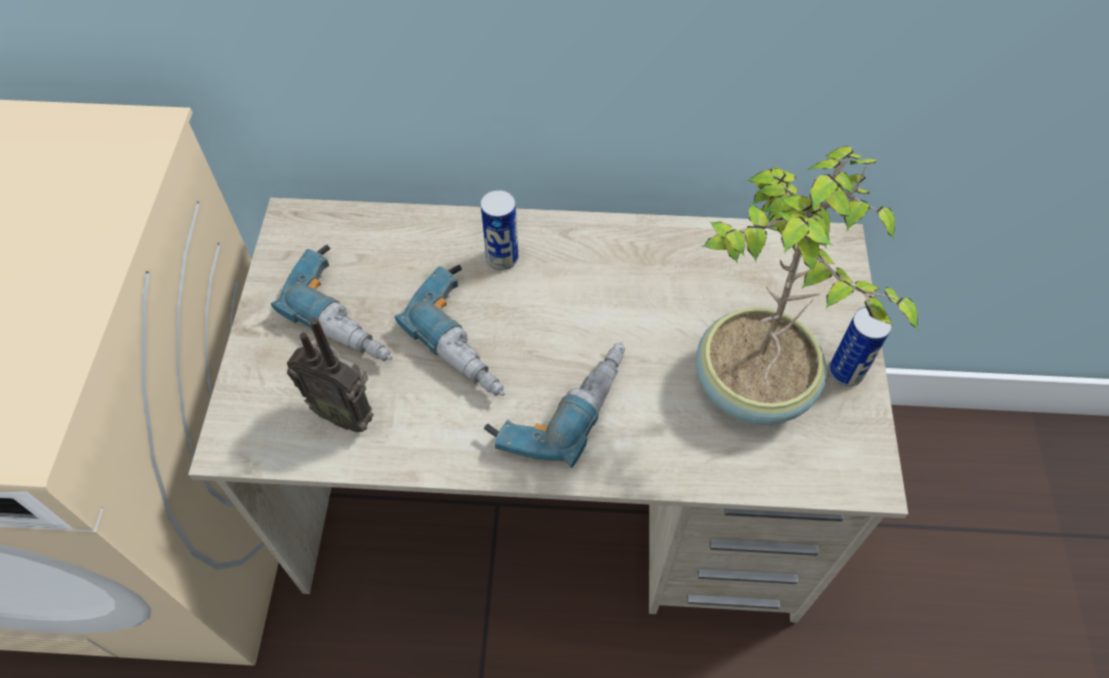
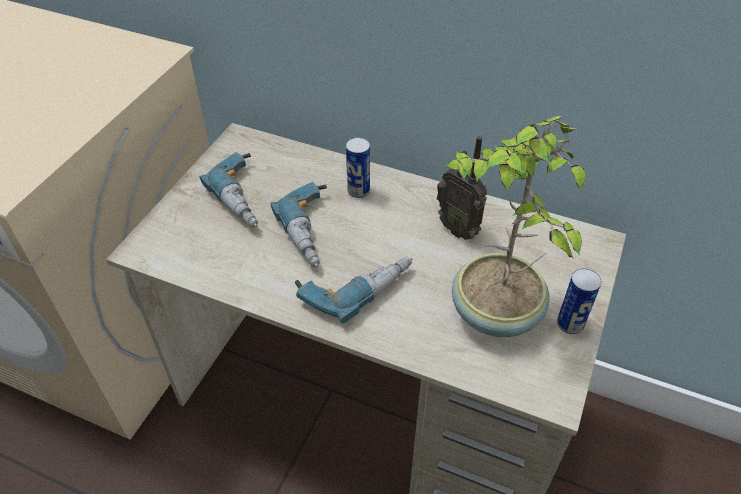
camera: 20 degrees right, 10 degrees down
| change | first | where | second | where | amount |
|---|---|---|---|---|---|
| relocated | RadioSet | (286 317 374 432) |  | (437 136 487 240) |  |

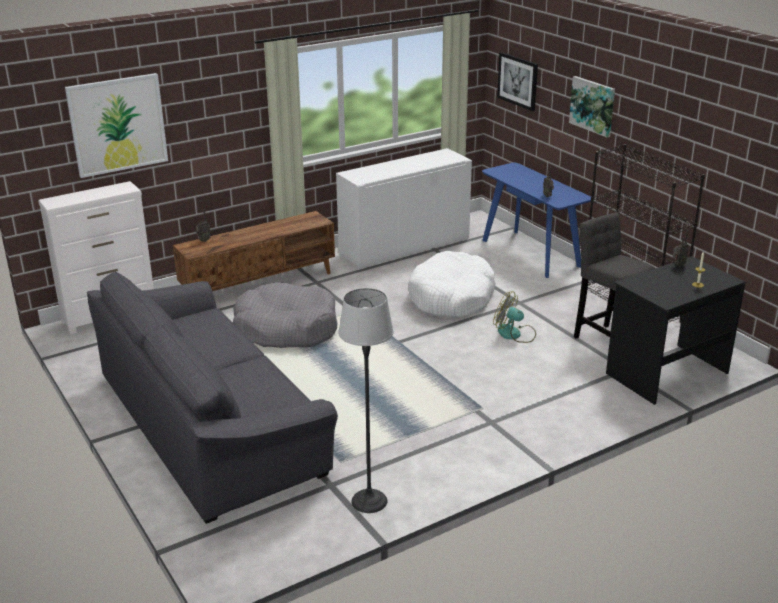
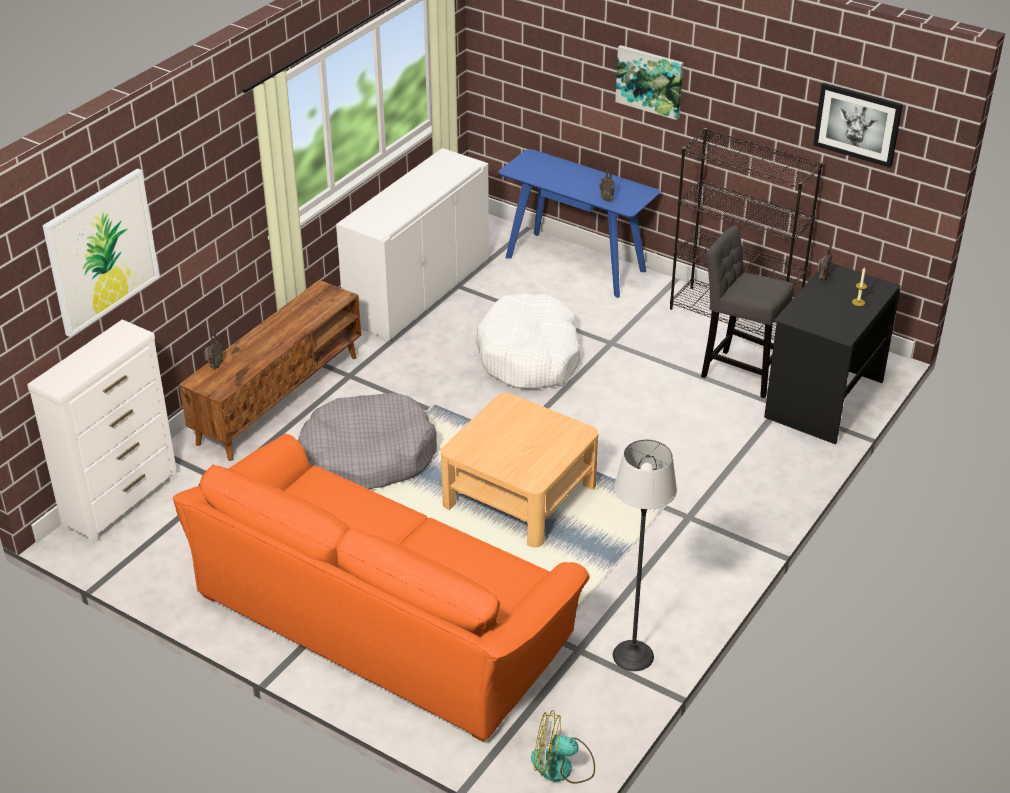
camera: 25 degrees left, 10 degrees up
| change | first | where | second | where | amount |
|---|---|---|---|---|---|
| colour | GrayCouch | (87 271 338 524) | OrangeColouredCouch | (173 434 590 742) |  |
| appeared |  |  | SandColouredLowTable | (441 393 599 548) |  |
| relocated | CoolingFan | (493 292 536 343) |  | (531 710 595 784) |  |
| relocated | WallPicture | (497 52 538 111) |  | (813 83 903 168) |  |

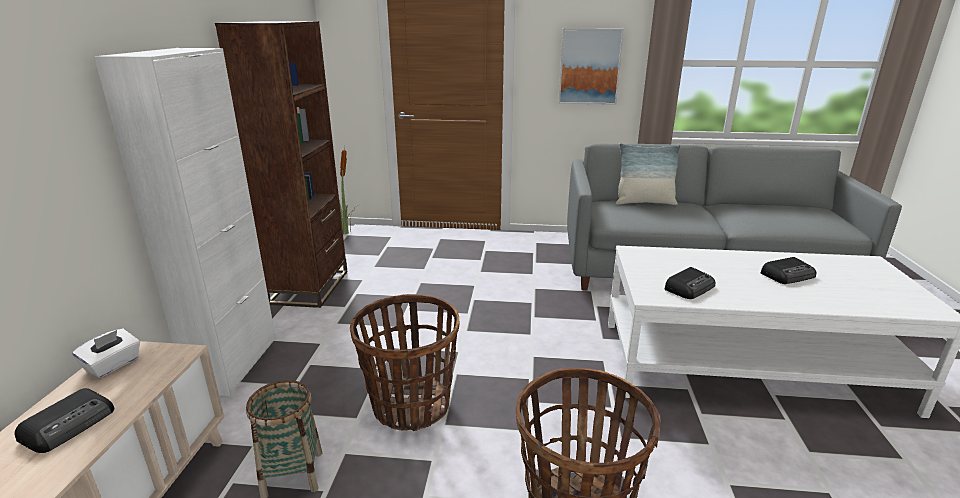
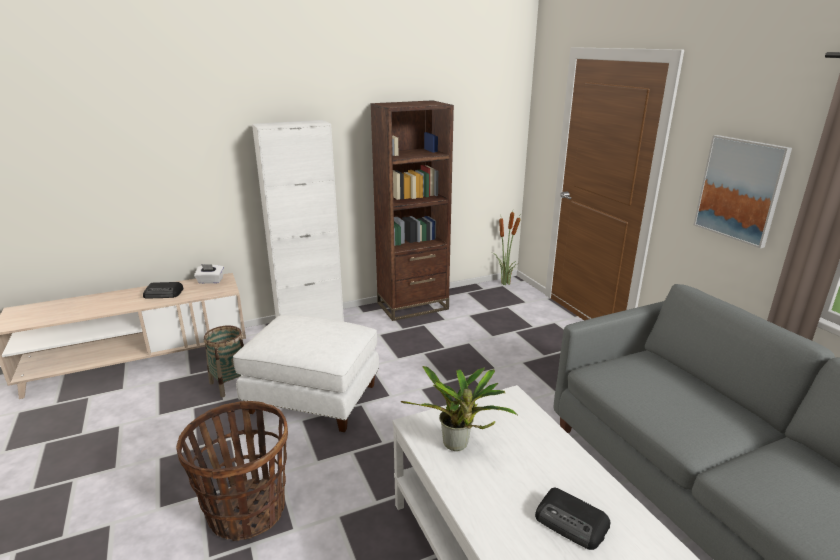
camera: 60 degrees right, 0 degrees up
| change | first | where | second | where | amount |
|---|---|---|---|---|---|
| exchanged | Basket | (350 294 459 431) | WhiteOttoman | (233 315 379 432) |  |
| exchanged | RadioSet | (665 267 715 299) | PlantInAPot | (401 366 518 451) |  |
| missing | ThrowPillow | (616 143 680 205) |  |  |  |

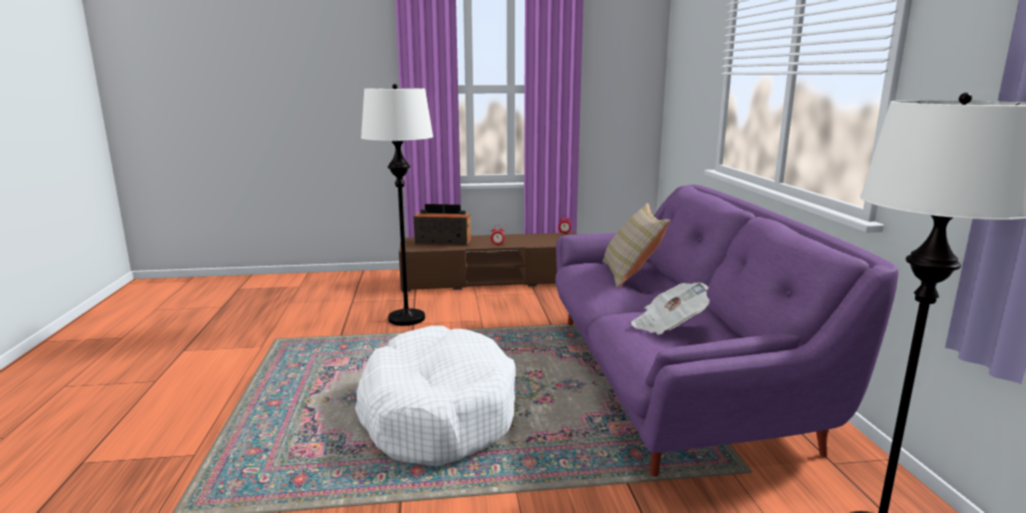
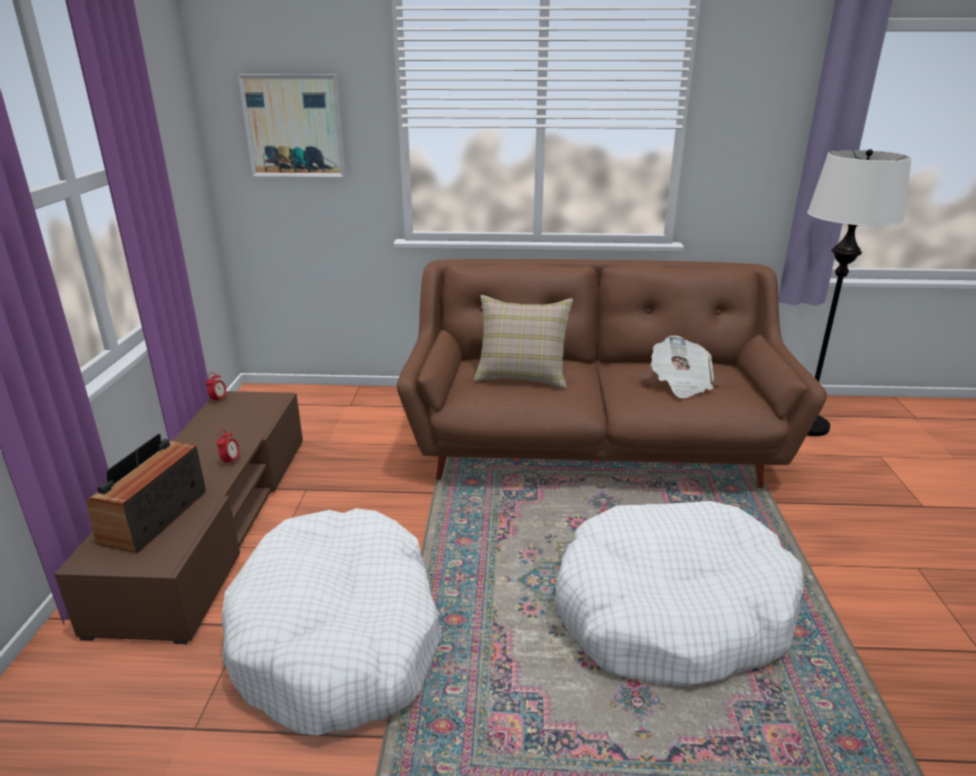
camera: 80 degrees left, 10 degrees up
| change | first | where | second | where | amount |
|---|---|---|---|---|---|
| exchanged | WhiteFloorLamp | (361 84 433 326) | WhiteDogCushion | (222 508 442 736) |  |
| appeared |  |  | WallPicture | (238 74 346 177) |  |
| colour | PurplishCouch | (555 185 899 477) | BrownColouredCouch | (397 259 827 488) |  |

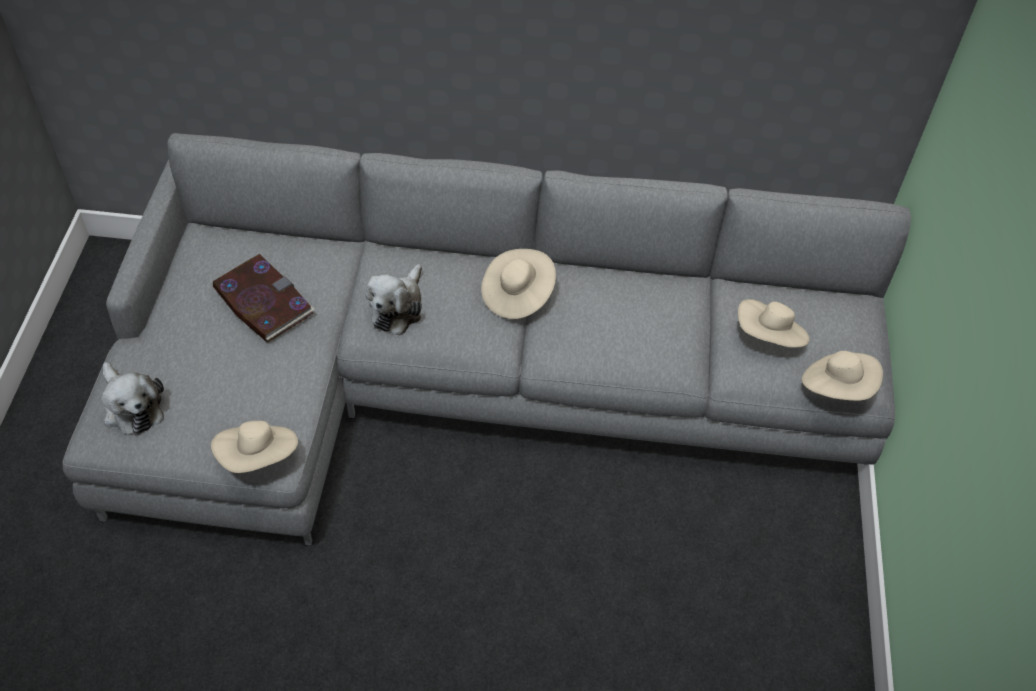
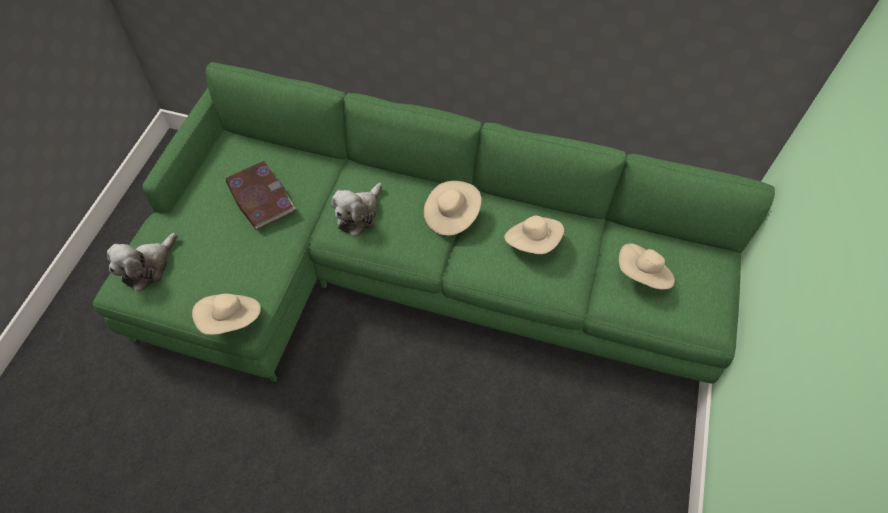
camera: 10 degrees right, 5 degrees up
| change | first | where | second | where | amount |
|---|---|---|---|---|---|
| colour | GrayCouch | (63 133 911 546) | GreenishCouch | (93 62 775 384) |  |
| spun | PlushToy | (101 362 164 436) |  | (107 233 177 292) | 60 degrees clockwise |
| relocated | SandColouredHat | (802 351 883 401) |  | (504 216 564 254) |  |

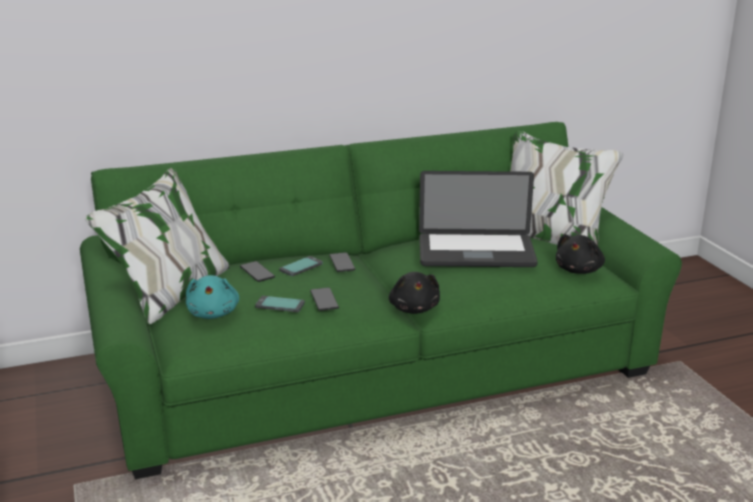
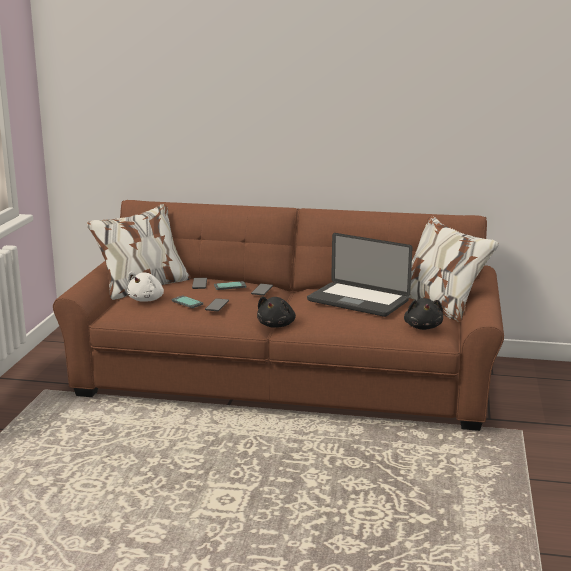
camera: 30 degrees right, 5 degrees down
| change | first | where | second | where | amount |
|---|---|---|---|---|---|
| colour | GreenishCouch | (80 122 682 479) | BrownColouredCouch | (53 200 504 431) |  |
| colour | BlueGreenPlushToy | (186 275 239 319) | WhitePlushToy | (127 272 164 302) |  |
| spun | BlackPlushToy | (556 234 605 274) |  | (404 298 443 330) | 60 degrees counterclockwise |

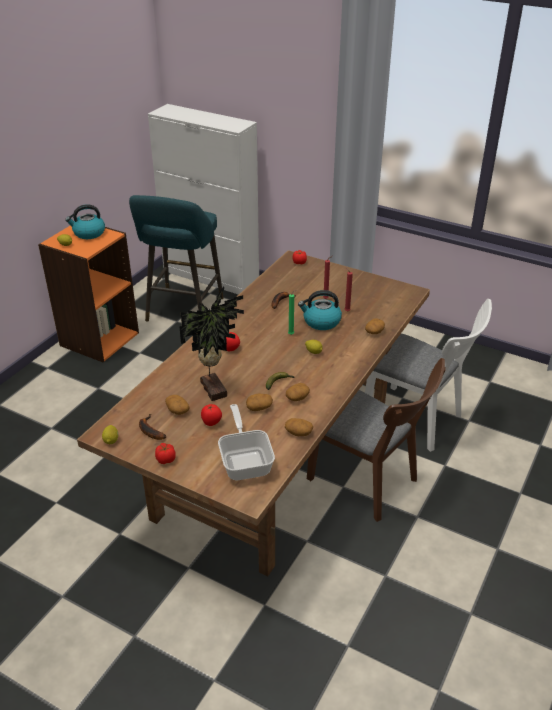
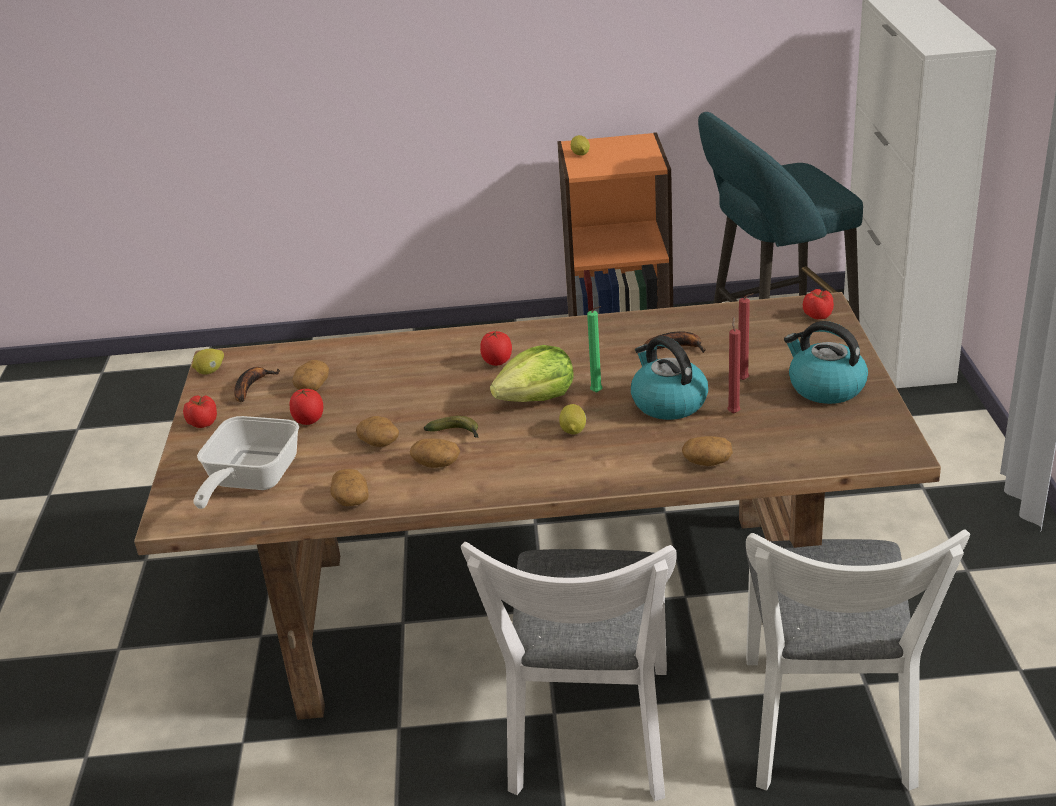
camera: 60 degrees right, 5 degrees down
| change | first | where | second | where | amount |
|---|---|---|---|---|---|
| spun | Skillet | (218 404 275 480) |  | (193 416 299 509) | 150 degrees clockwise |
| colour | BrownColouredUprightChair | (307 358 446 522) | WhiteUprightChair | (461 542 677 801) |  |
| appeared |  |  | LettuceHead | (490 345 574 402) |  |
| relocated | TeaKettle | (65 204 105 239) |  | (784 321 868 404) |  |
| missing | PlantInAPot | (180 286 244 401) |  |  |  |

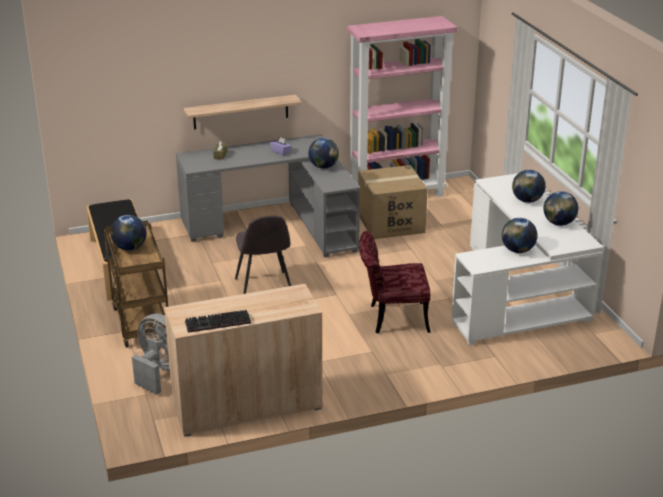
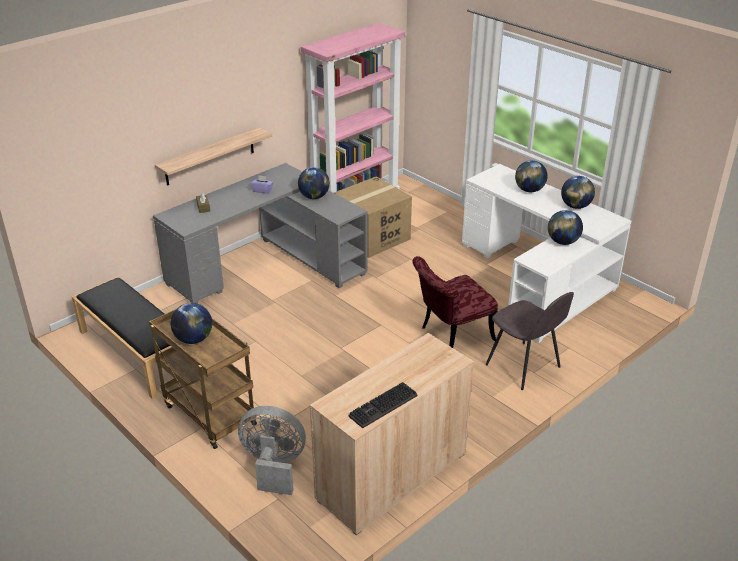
camera: 25 degrees left, 5 degrees up
| change | first | where | second | where | amount |
|---|---|---|---|---|---|
| relocated | GrayUprightChair | (235 216 291 294) |  | (486 292 574 390) |  |

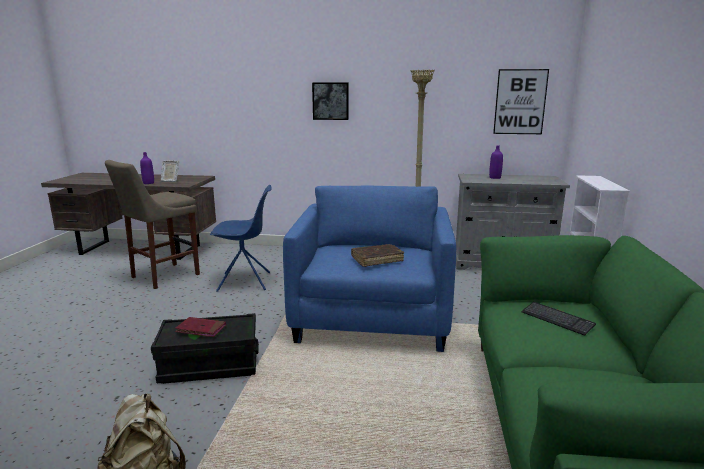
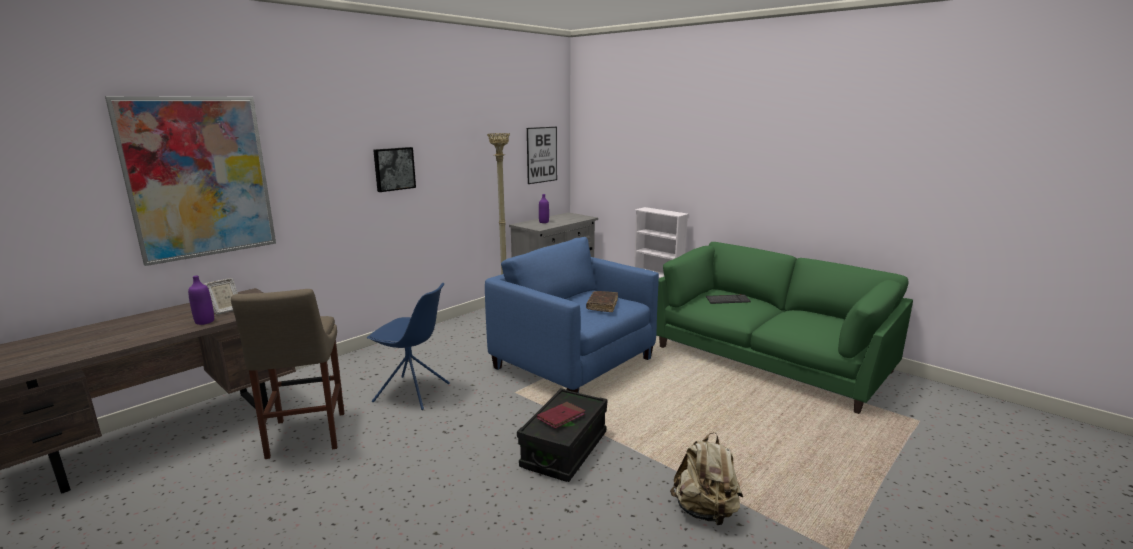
camera: 55 degrees left, 0 degrees up
| change | first | where | second | where | amount |
|---|---|---|---|---|---|
| appeared |  |  | WallPicture | (105 96 276 266) |  |
| spun | BluishUprightChair | (210 185 272 292) |  | (367 283 450 410) | 75 degrees clockwise |

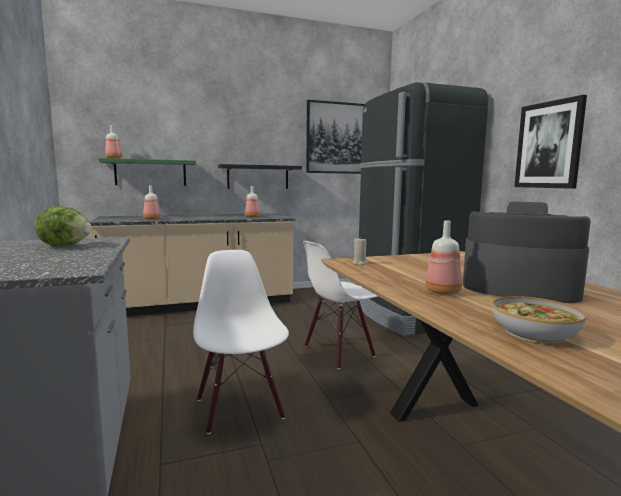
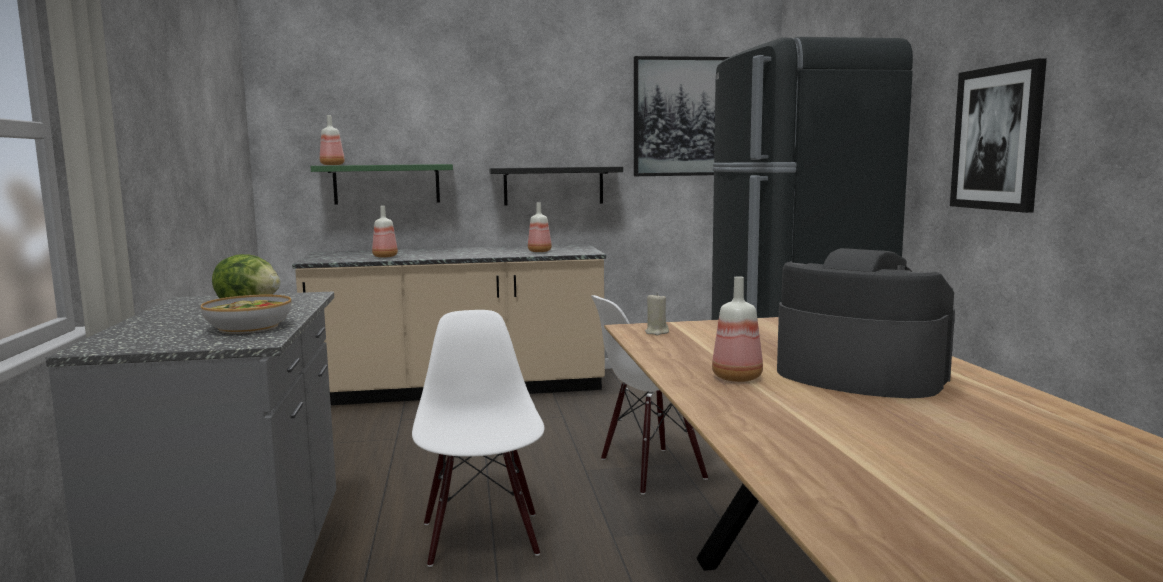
camera: 10 degrees right, 0 degrees up
| change | first | where | second | where | amount |
|---|---|---|---|---|---|
| relocated | Bowl | (492 296 587 344) |  | (201 295 291 334) |  |

